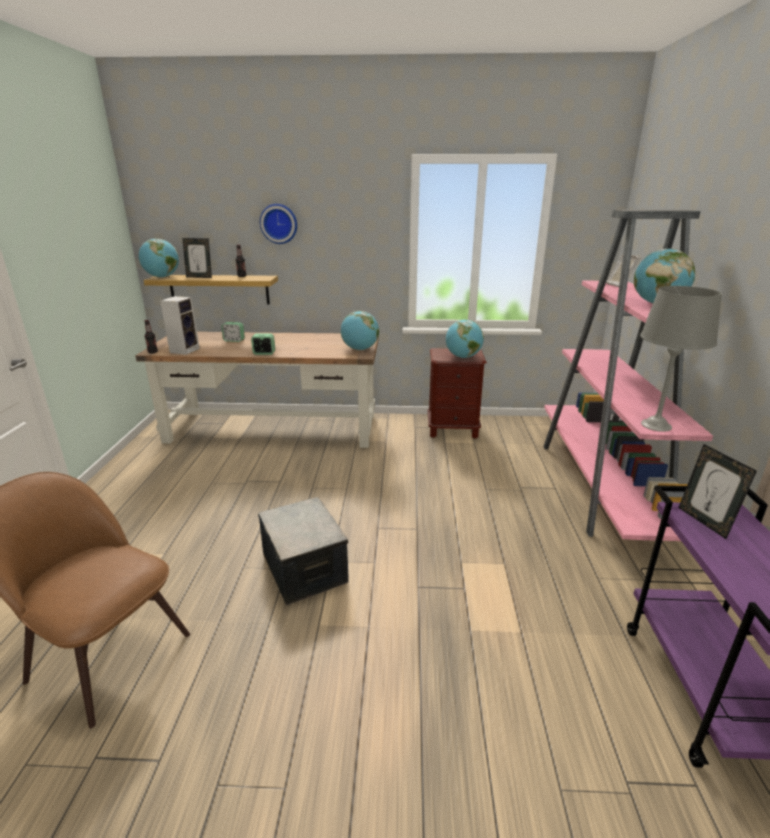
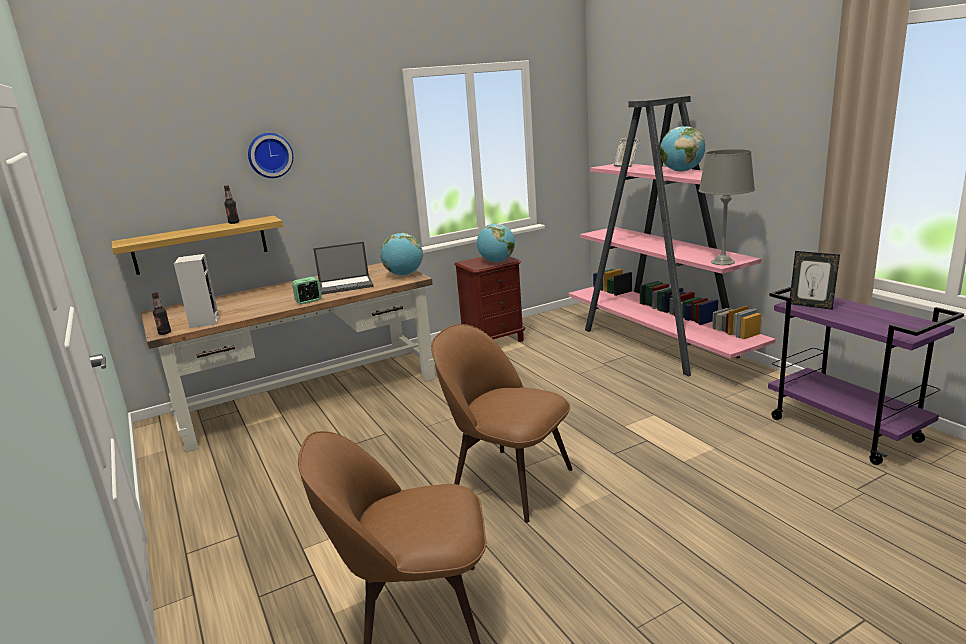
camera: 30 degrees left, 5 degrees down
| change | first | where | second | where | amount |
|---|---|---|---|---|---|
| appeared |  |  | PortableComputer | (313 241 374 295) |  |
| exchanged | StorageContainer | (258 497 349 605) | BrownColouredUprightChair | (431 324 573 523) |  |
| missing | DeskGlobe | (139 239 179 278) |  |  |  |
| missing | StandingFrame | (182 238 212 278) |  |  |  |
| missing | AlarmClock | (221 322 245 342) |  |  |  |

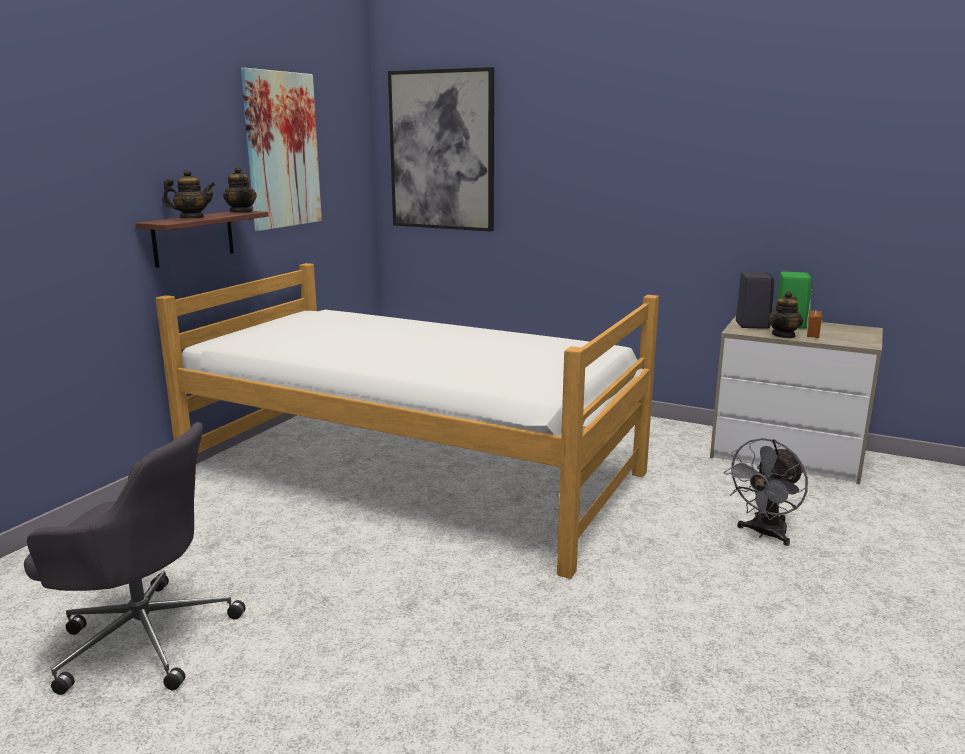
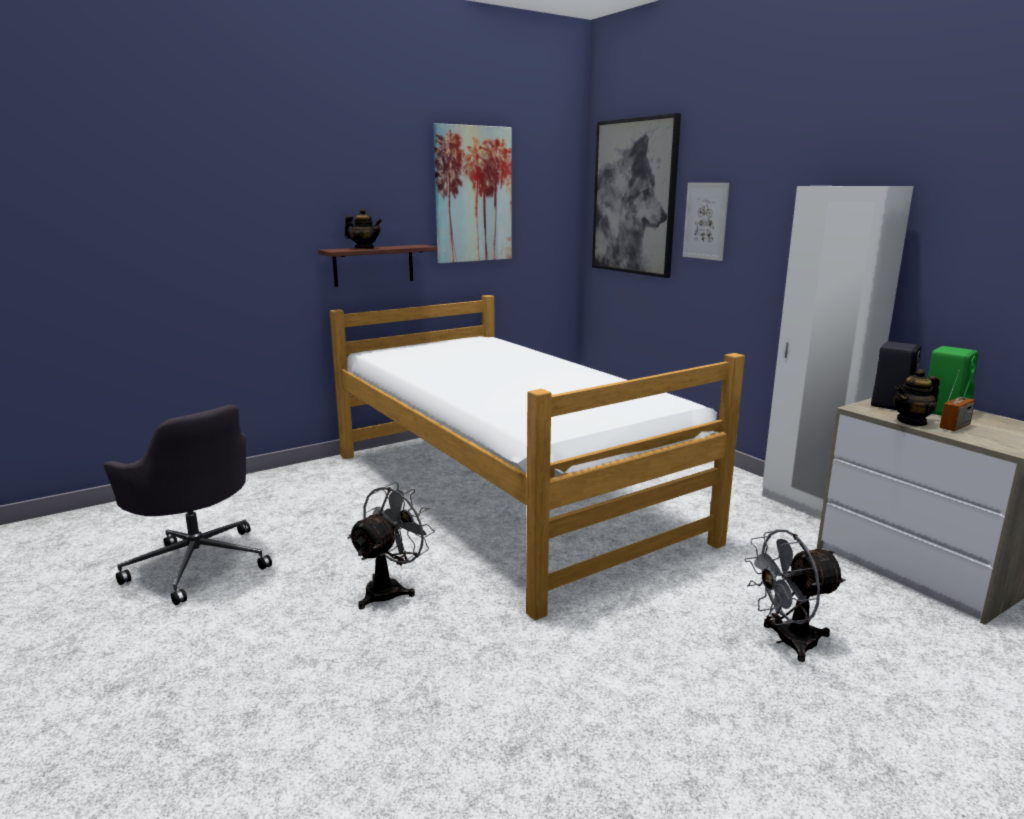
camera: 30 degrees right, 0 degrees up
| change | first | where | second | where | amount |
|---|---|---|---|---|---|
| appeared |  |  | GrayCoolingFan | (347 482 435 609) |  |
| appeared |  |  | WallPicture | (683 183 729 261) |  |
| appeared |  |  | WhiteWardrobe | (762 186 914 520) |  |
| missing | Teapot | (223 167 257 213) |  |  |  |

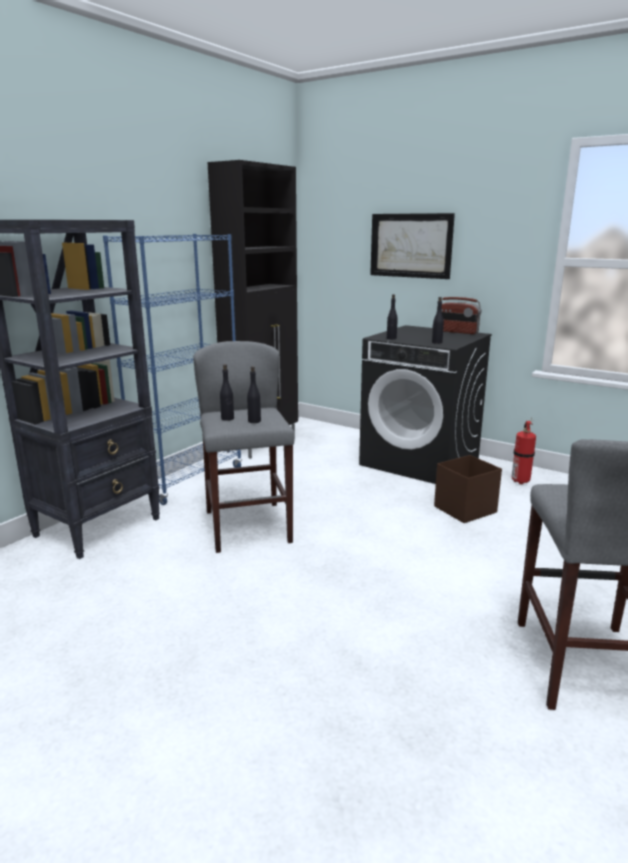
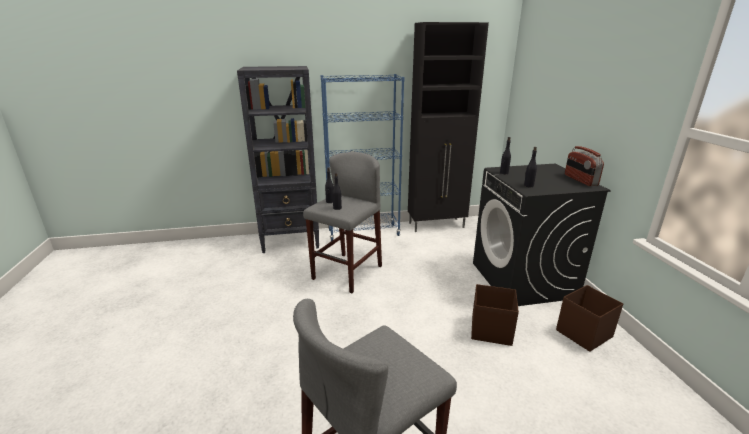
camera: 45 degrees right, 5 degrees up
| change | first | where | second | where | amount |
|---|---|---|---|---|---|
| exchanged | Extinguisher | (512 417 536 484) | BrownColouredStorageContainer | (556 285 623 352) |  |
| missing | WallPicture | (370 213 455 279) |  |  |  |

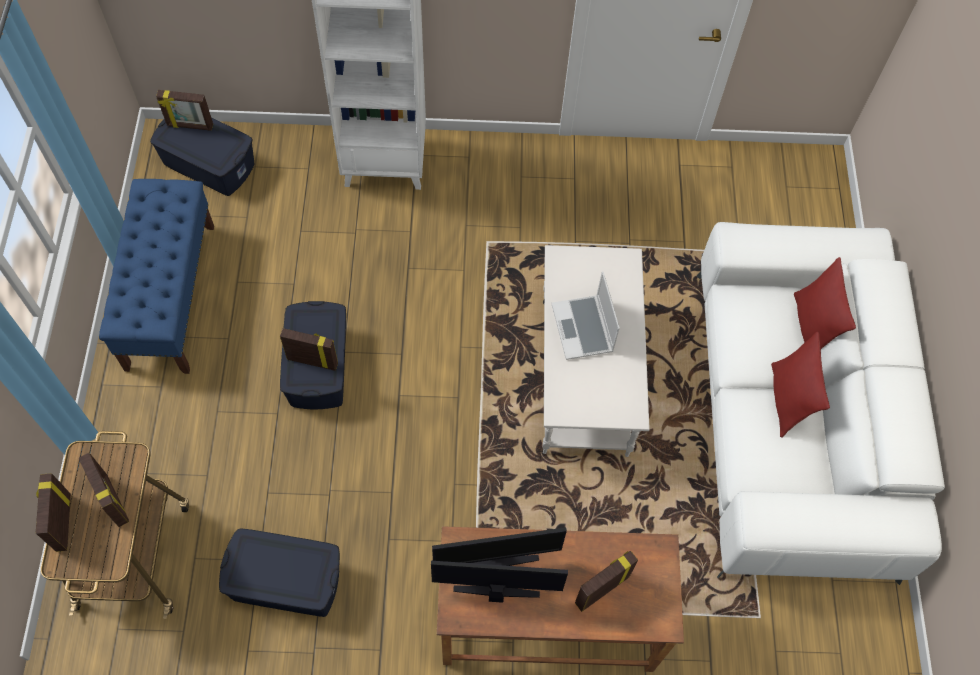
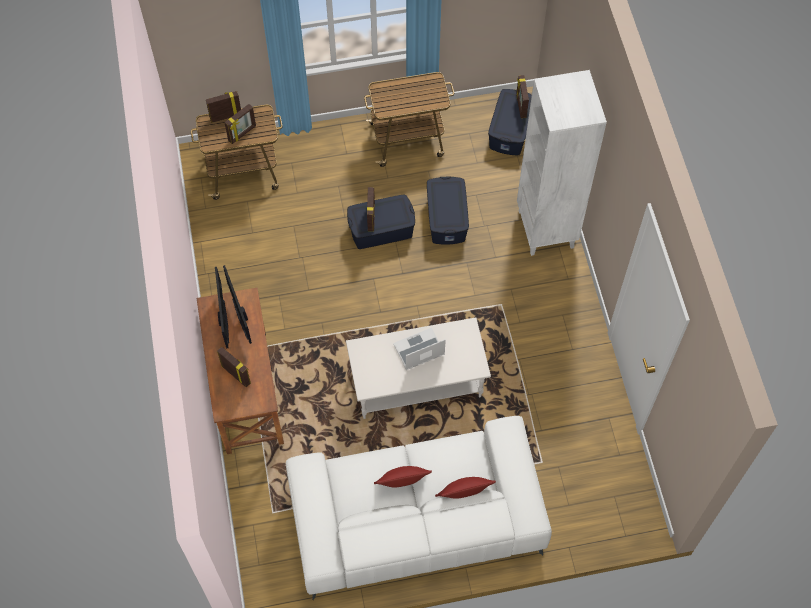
camera: 80 degrees right, 0 degrees up
| change | first | where | second | where | amount |
|---|---|---|---|---|---|
| exchanged | BluishBench | (99 179 214 374) | Trolley | (364 72 454 167) |  |
| relocated | BluishStorageContainer | (219 528 340 617) |  | (427 176 469 245) |  |

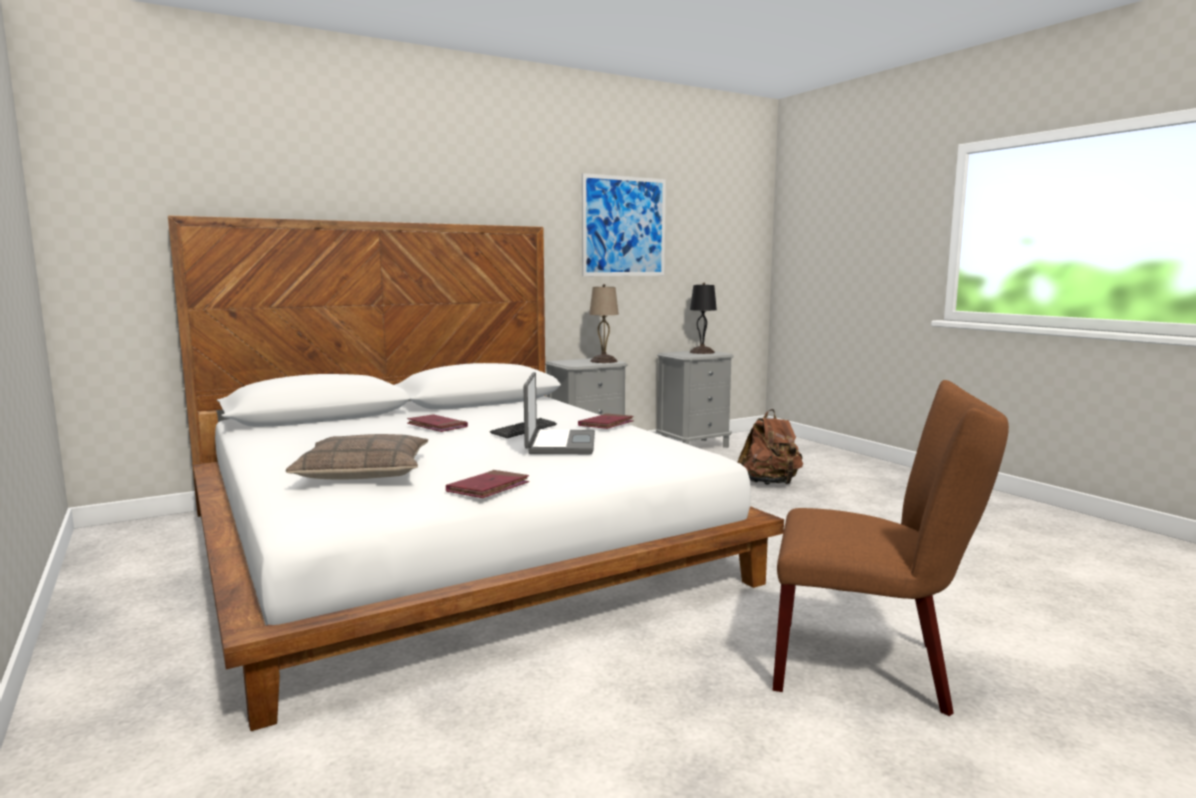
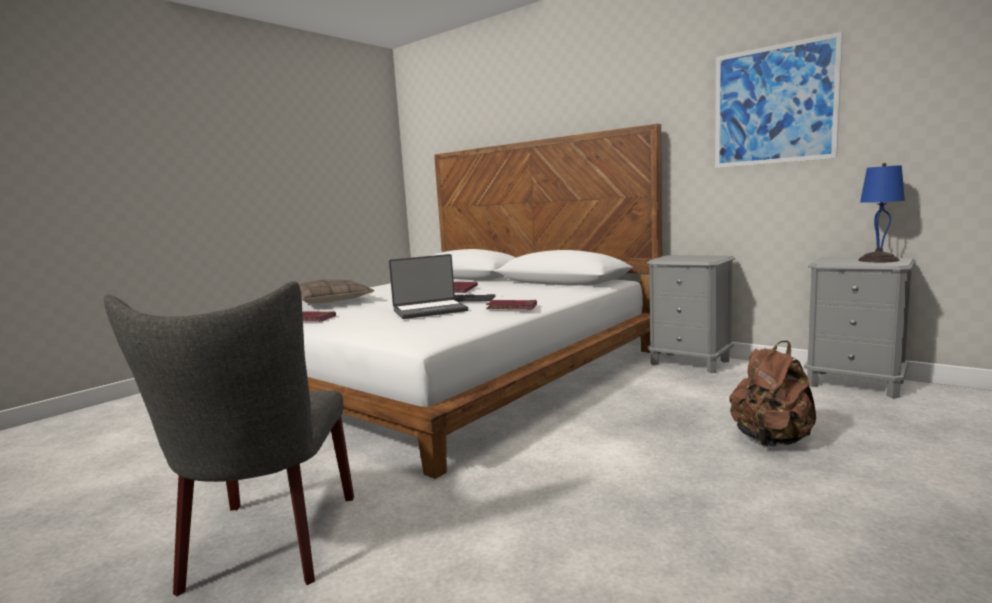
camera: 70 degrees right, 0 degrees up
| change | first | where | second | where | amount |
|---|---|---|---|---|---|
| colour | BrownColouredUprightChair | (773 380 1009 716) | GrayUprightChair | (104 281 354 597) |  |
| colour | BlackLampForATable | (690 282 717 354) | BluishLampForATable | (858 163 905 262) |  |
| missing | SandColouredLampForATable | (589 284 619 363) |  |  |  |

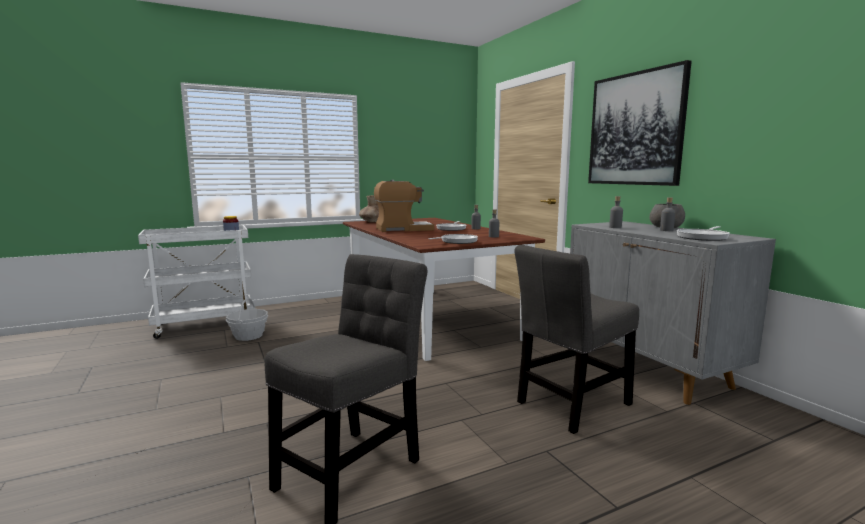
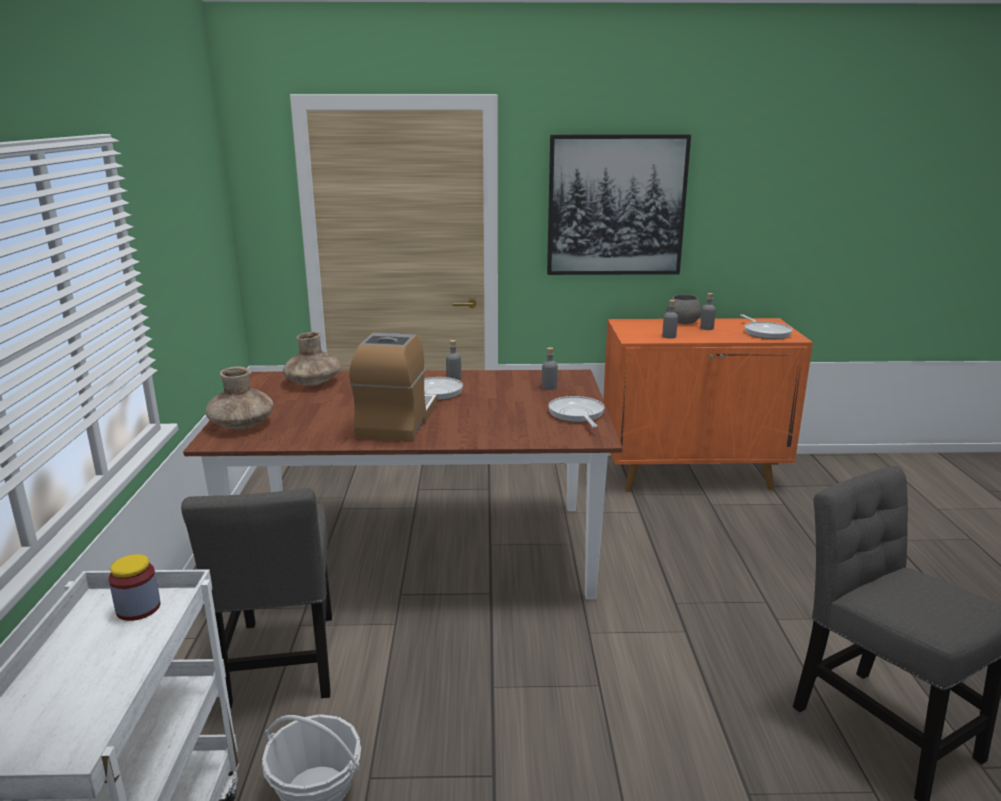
camera: 65 degrees left, 10 degrees up
| change | first | where | second | where | amount |
|---|---|---|---|---|---|
| relocated | GrayUprightChair | (515 245 639 434) |  | (181 488 332 708) |  |
| appeared |  |  | BrownColouredFlowerVase | (283 332 341 386) |  |
| colour | GrayStorageCabinet | (570 221 776 405) | OrangeColouredStorageCabinet | (603 318 813 492) |  |

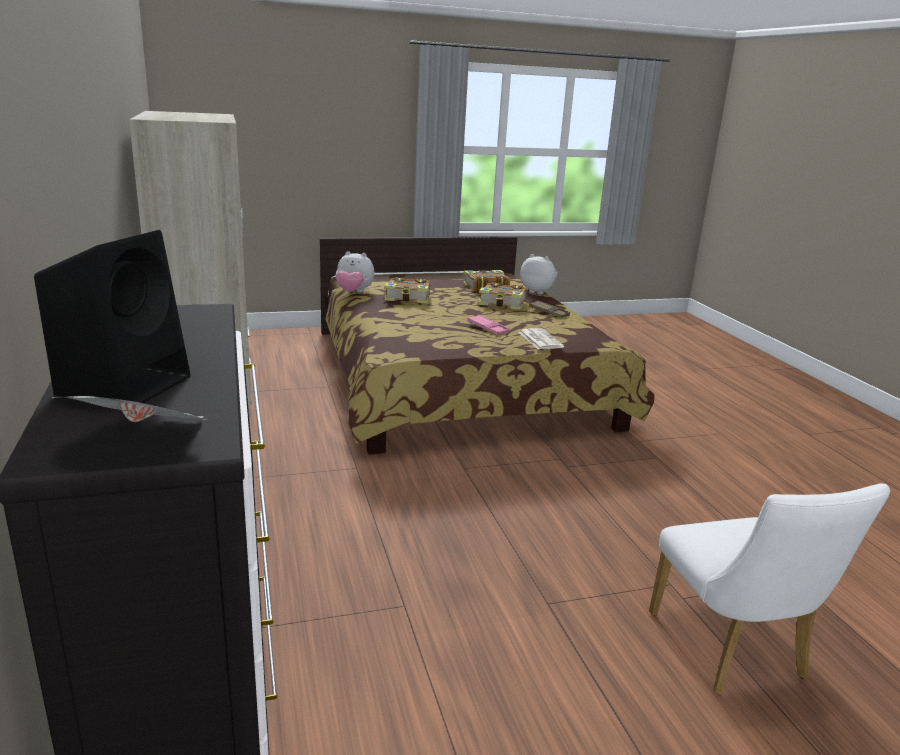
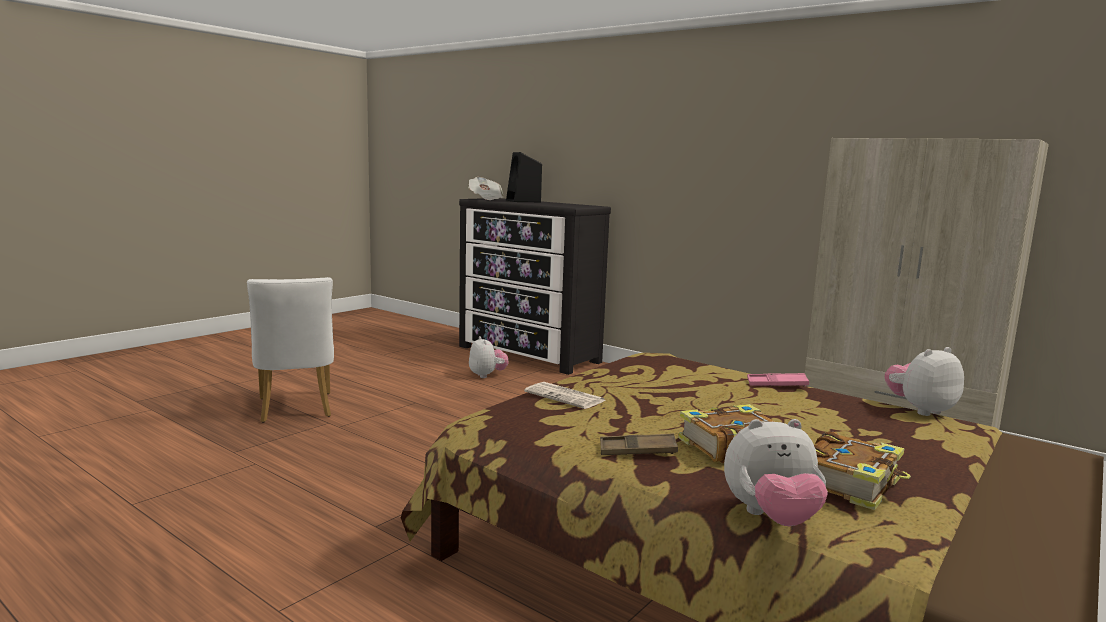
camera: 145 degrees right, 10 degrees down
| change | first | where | second | where | amount |
|---|---|---|---|---|---|
| spun | WhiteUprightChair | (649 483 890 694) |  | (247 277 334 422) | 150 degrees counterclockwise |
| appeared |  |  | PlushToy | (469 336 509 378) |  |
| relocated | PinkCarryingTray | (467 315 510 335) |  | (747 373 809 387) |  |
| missing | BoundBook | (384 277 430 303) |  |  |  |

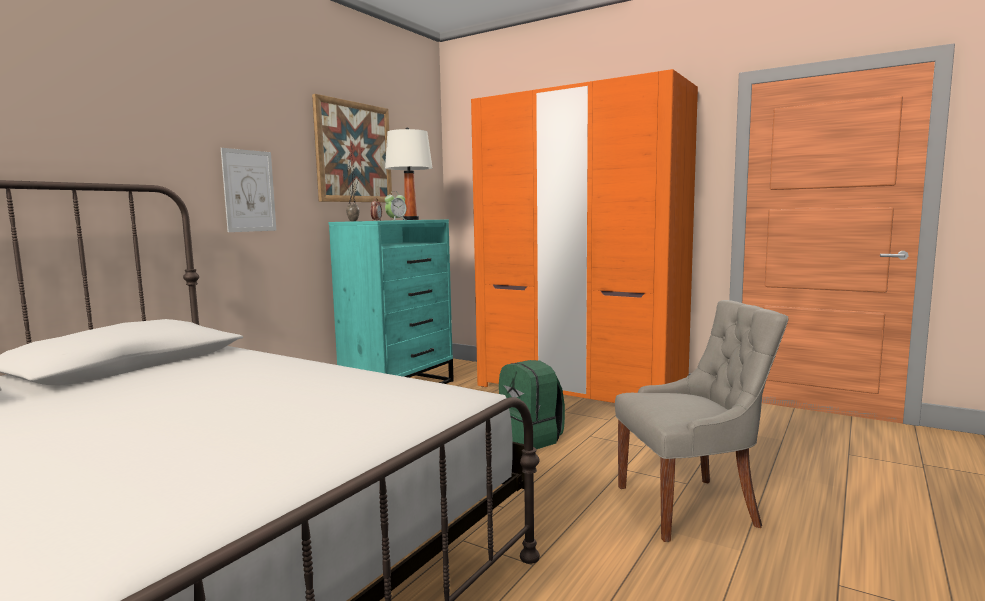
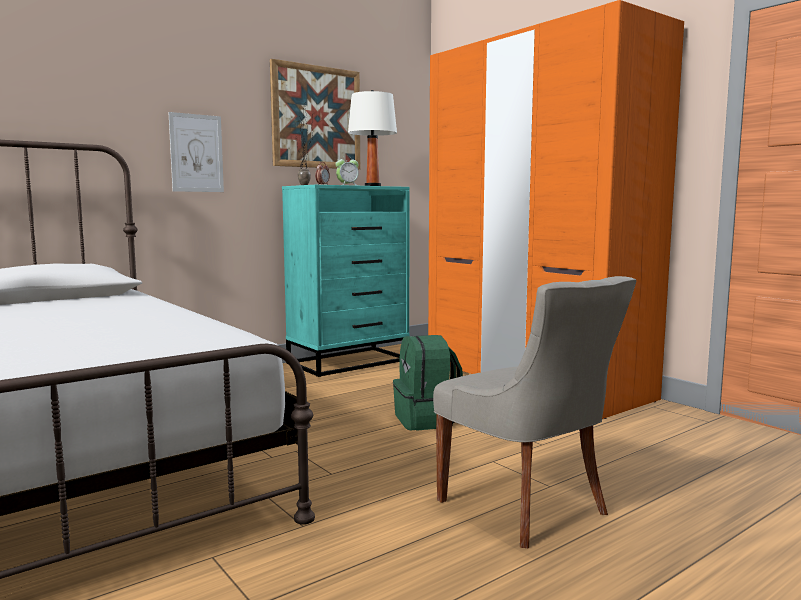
camera: 20 degrees right, 0 degrees up
| change | first | where | second | where | amount |
|---|---|---|---|---|---|
| spun | GrayUprightChair | (615 300 789 542) |  | (433 276 636 548) | 45 degrees clockwise |

